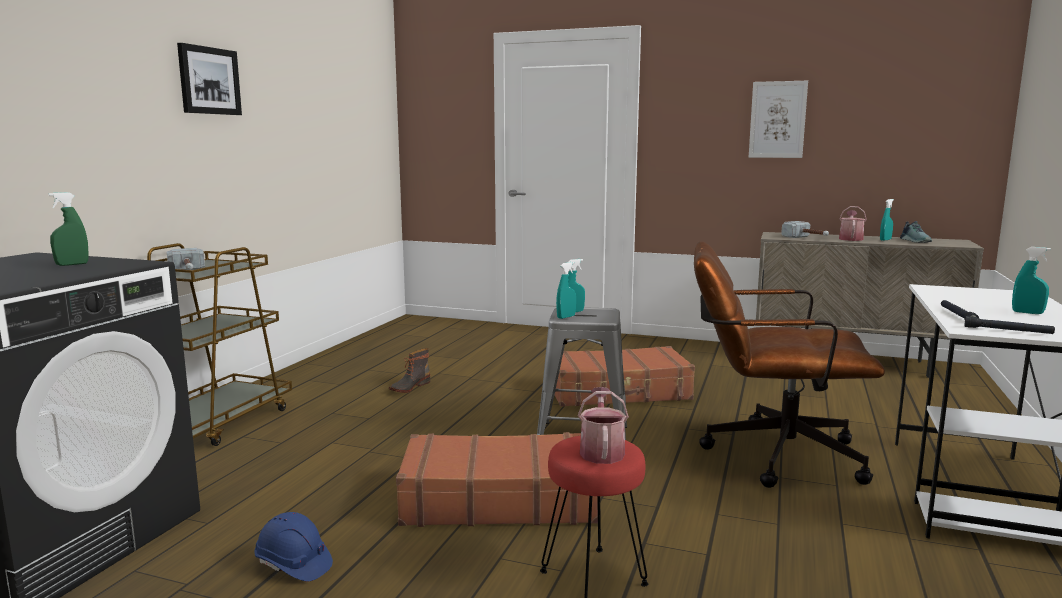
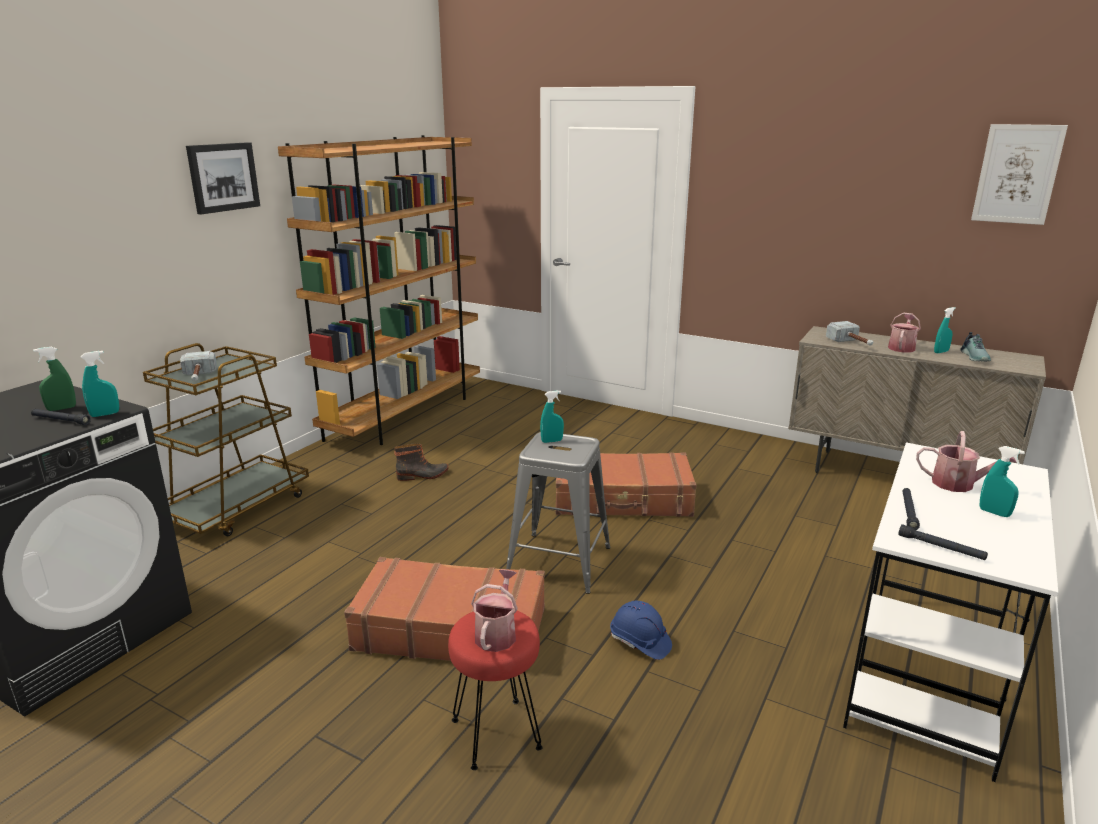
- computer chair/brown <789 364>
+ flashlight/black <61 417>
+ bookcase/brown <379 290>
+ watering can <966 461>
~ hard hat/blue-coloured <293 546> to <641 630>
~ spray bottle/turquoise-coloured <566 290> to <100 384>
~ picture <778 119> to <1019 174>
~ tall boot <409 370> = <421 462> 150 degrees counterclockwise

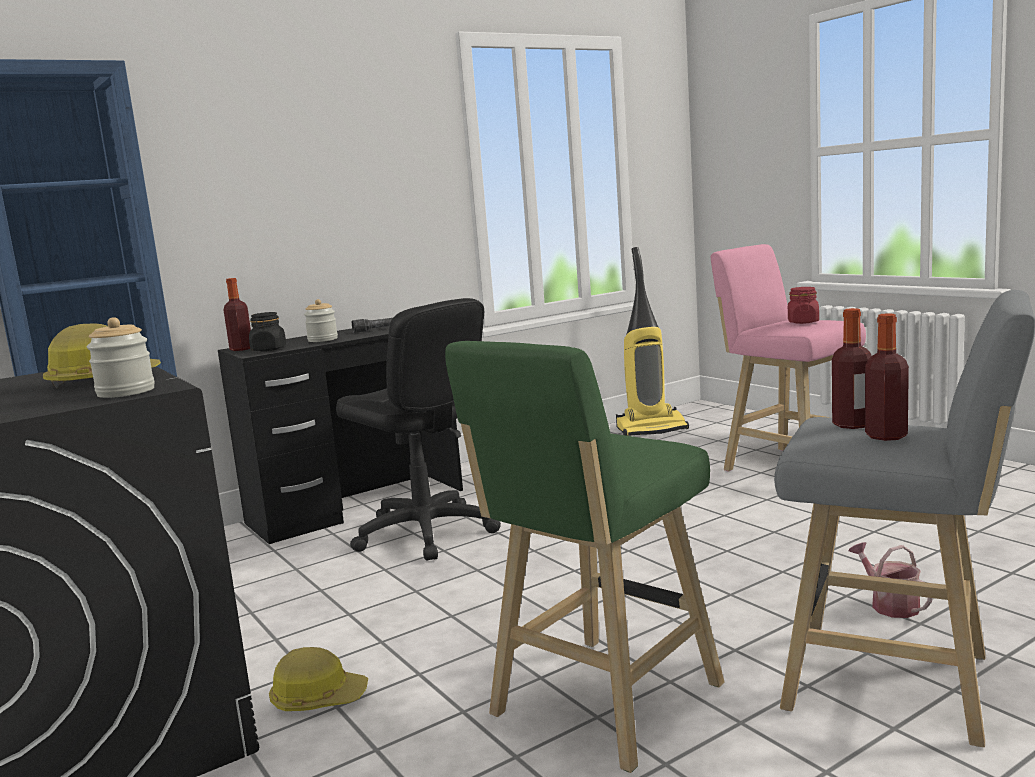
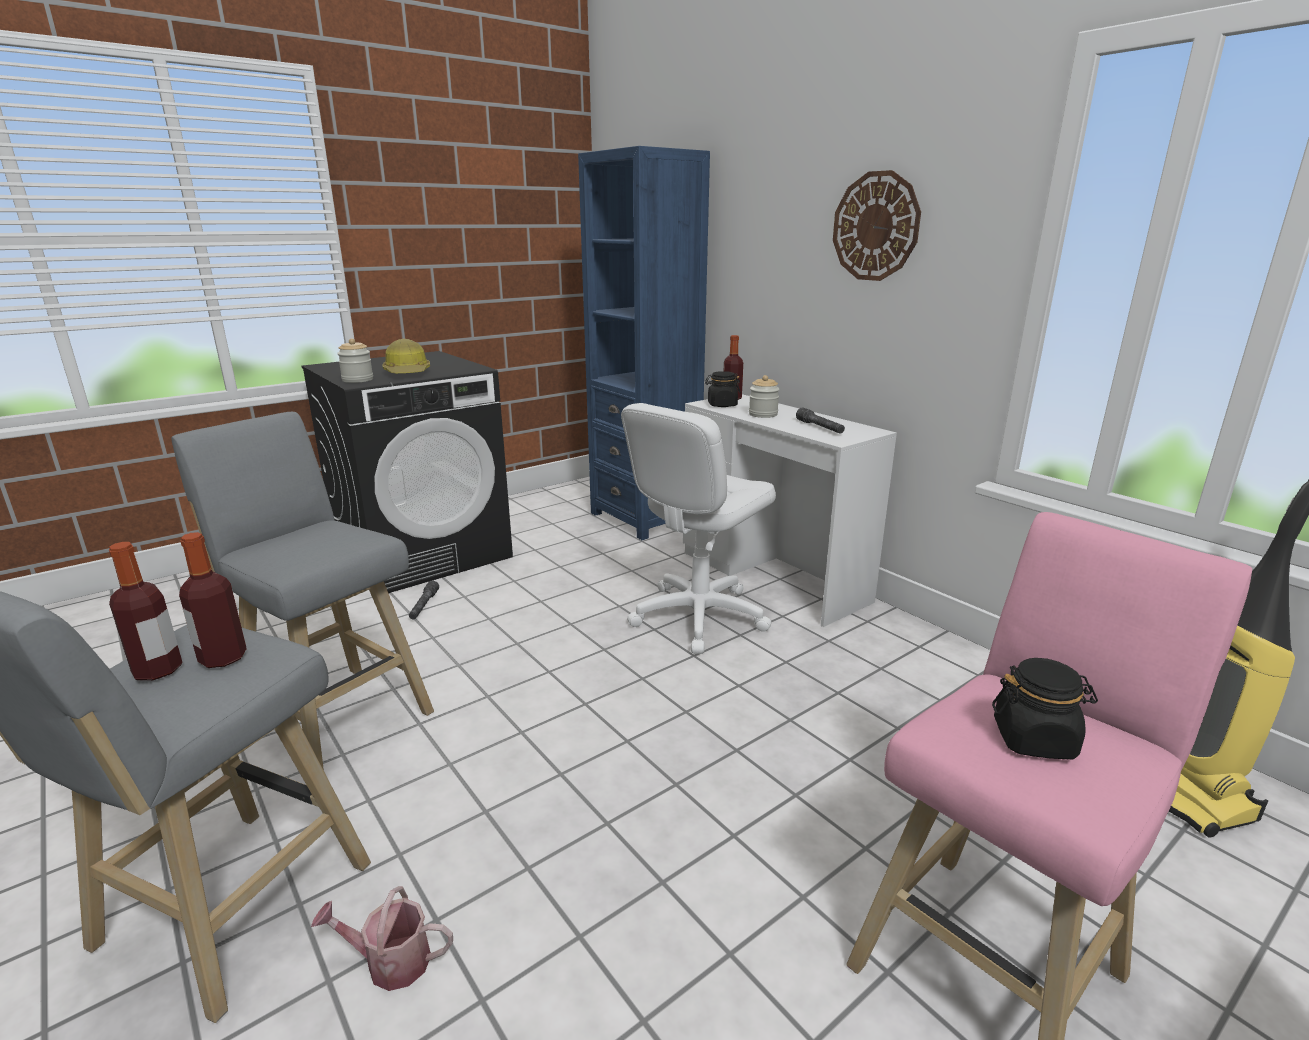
+ clock on the wall <877 225>
~ hard hat <318 679> to flashlight/greyish <424 600>
~ desk table/black <340 435> to desk table/whitish <790 510>
~ computer chair/black <418 429> to computer chair/whitish <698 528>
~ sitting stool/green <584 557> to sitting stool/greyish <302 591>
~ preserve jar/red-coloured <803 305> to preserve jar/black <1045 708>
~ watering can <890 580> = <382 938> 150 degrees counterclockwise

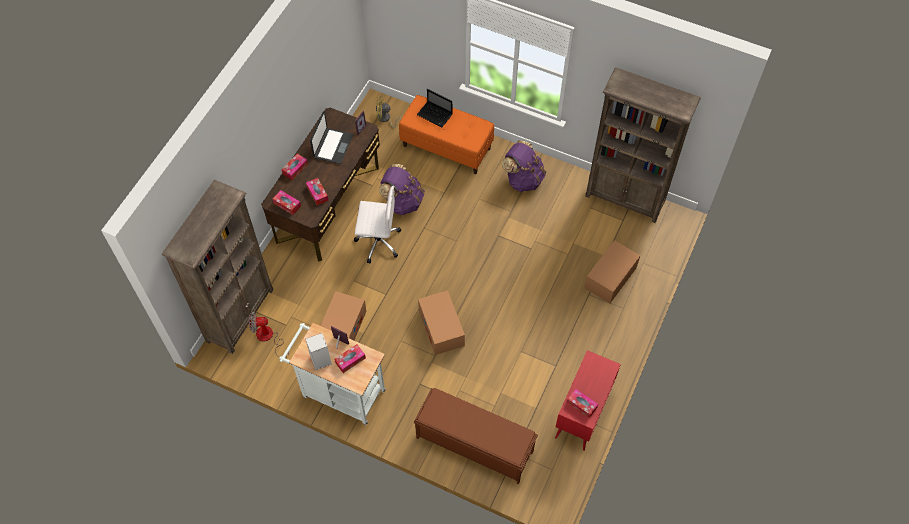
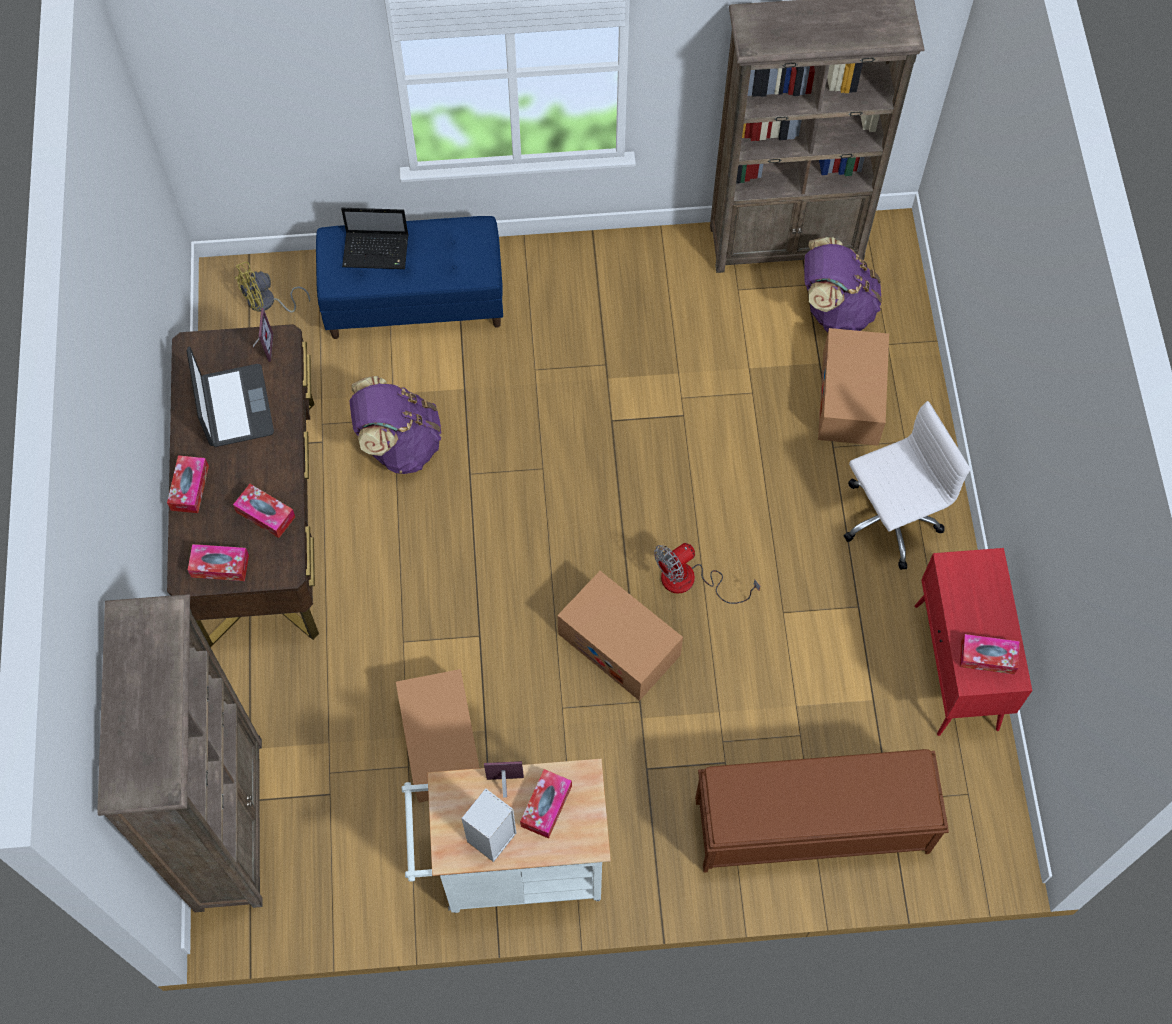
~ electric fan <269 335> to <707 573>
~ computer chair/whitish <377 225> to <907 485>
~ backpack/purplish <524 166> to <843 284>
~ long seat/orange-coloured <446 134> to long seat/blue-coloured <409 277>

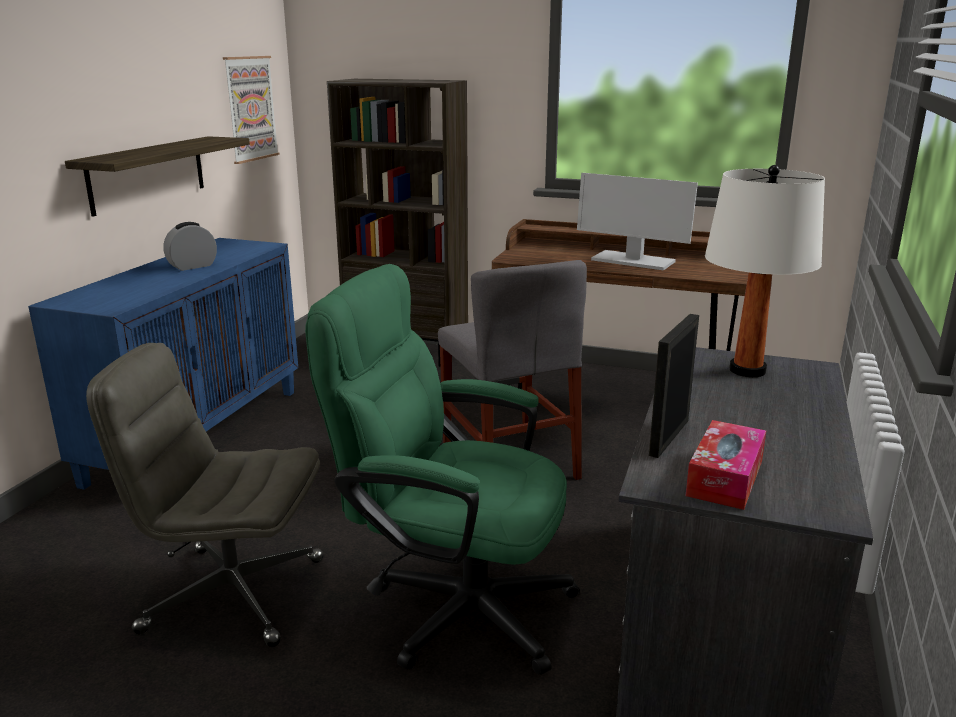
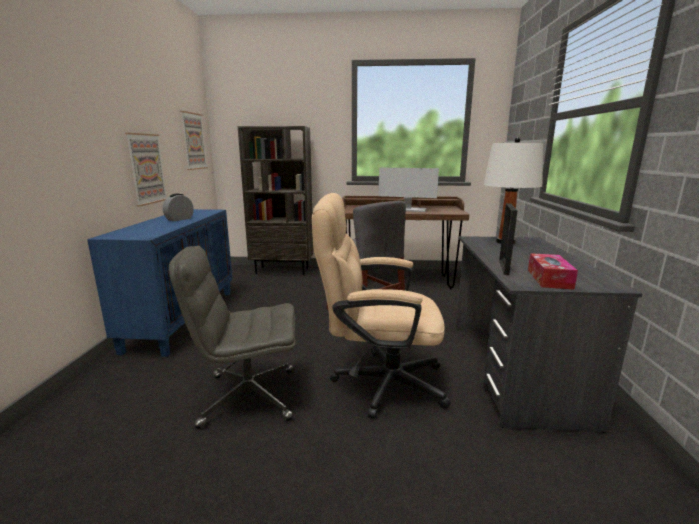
~ shelf <157 176> to picture <145 169>
~ computer chair/green <442 469> to computer chair/beige-coloured <381 306>

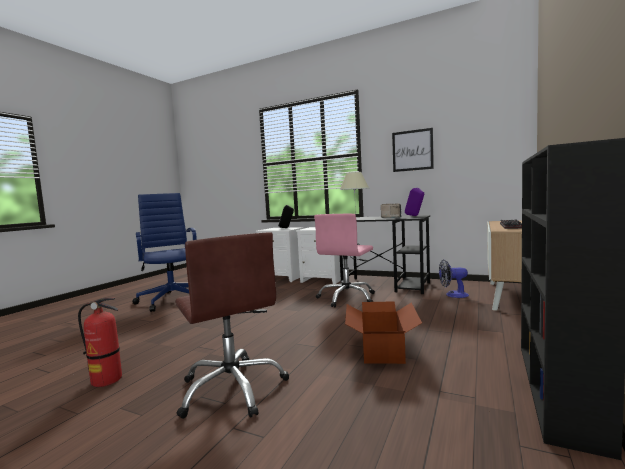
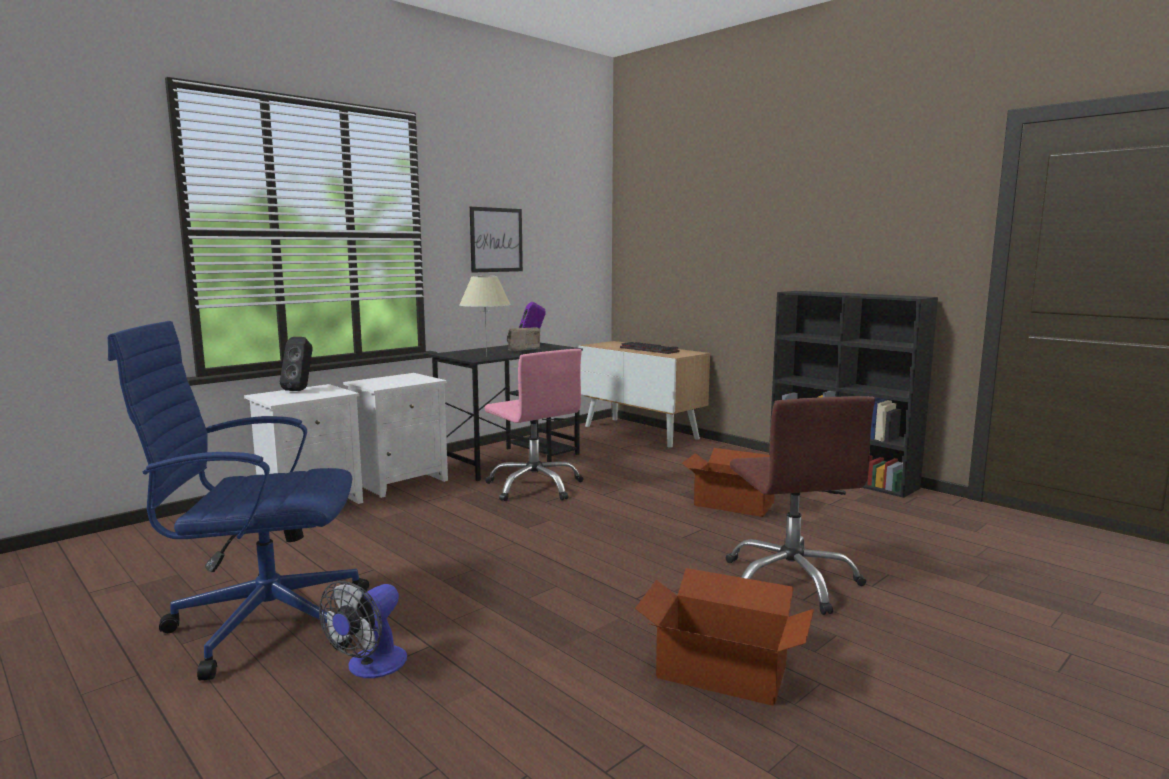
~ electric fan <454 278> to <363 629>
~ fire-fighting cylinder <100 342> to packing box <724 637>
~ computer chair/brown <232 325> = <800 505> 90 degrees clockwise

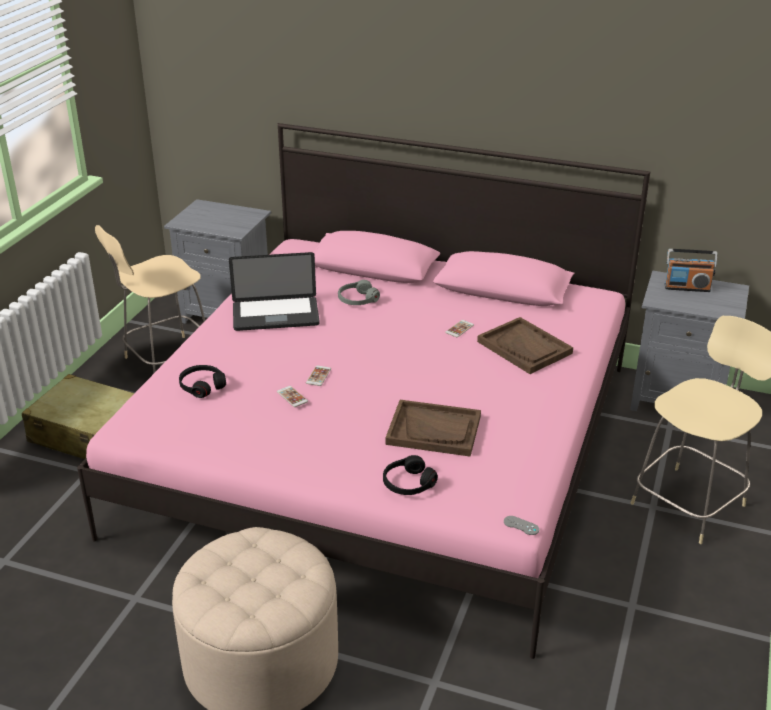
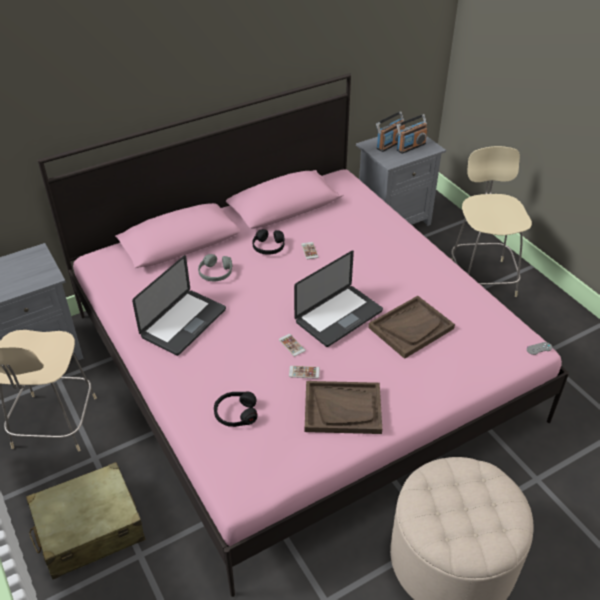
+ laptop <338 299>
+ radio set <412 134>
~ pair of headphones/black <410 475> to <269 242>
~ serving tray/brown <525 345> to <343 407>

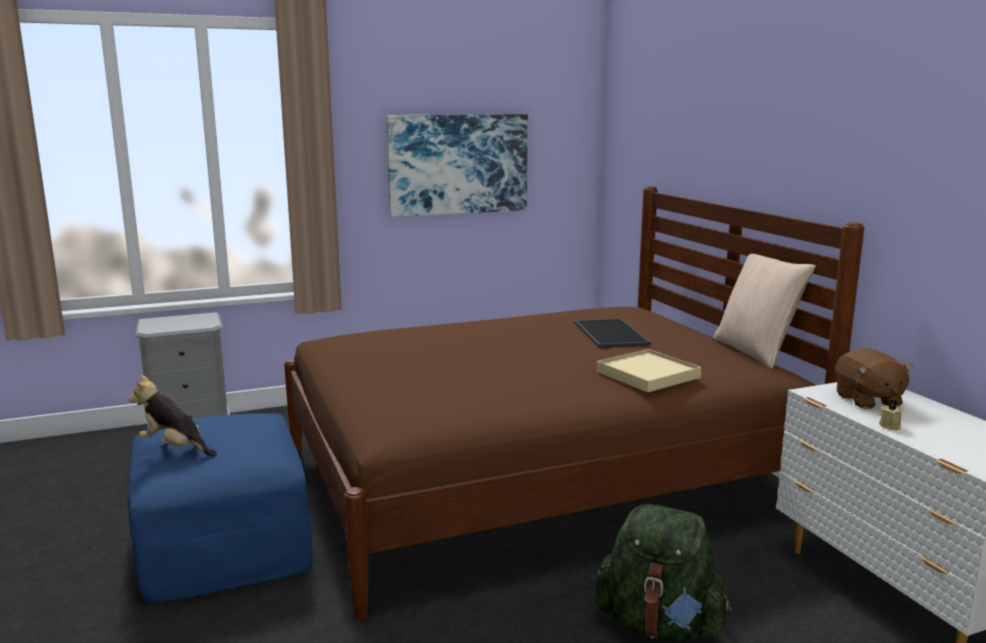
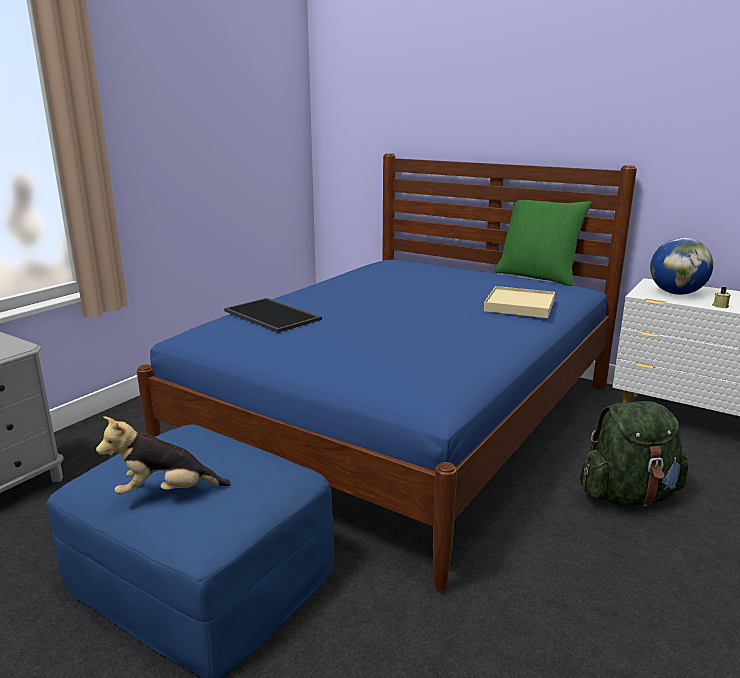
- picture <457 165>
~ serving tray <613 333> to <273 315>
~ plush toy/brown <874 378> to world globe <681 266>
~ bed/brown <574 403> to bed/blue-coloured <387 372>
~ throw pillow/beige-coloured <765 311> to throw pillow/green <543 243>

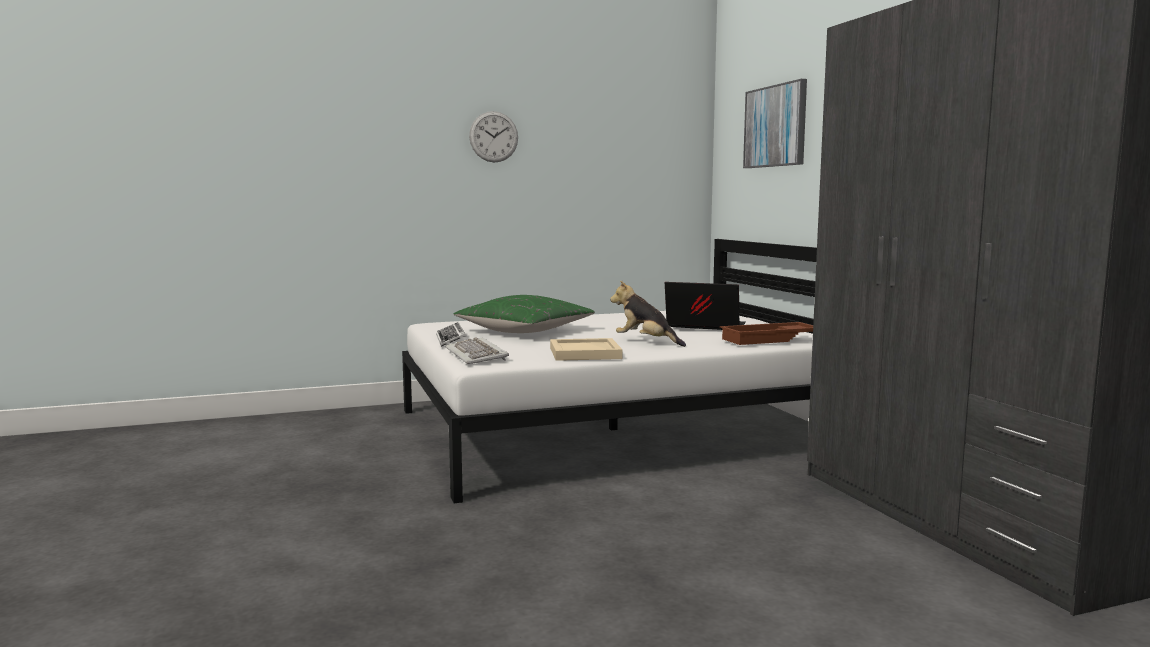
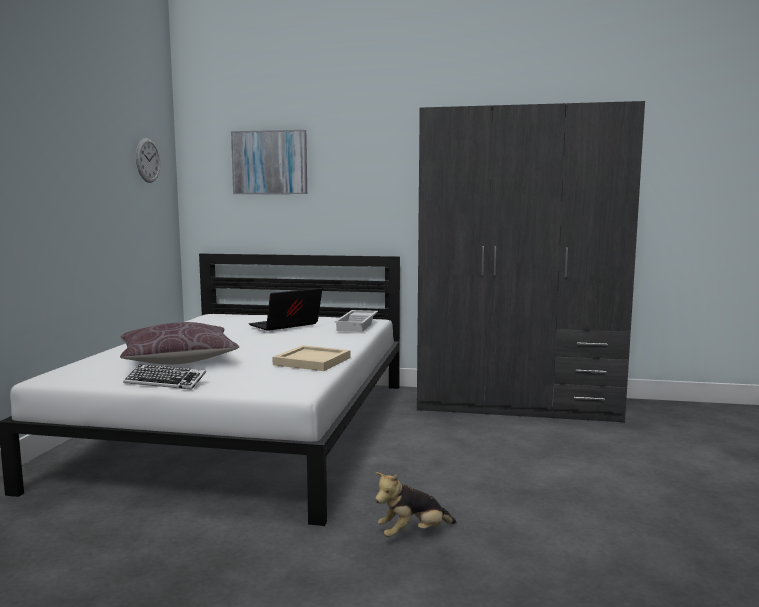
- PC keyboard <477 350>
~ clock on the wall <493 136> to <148 160>
~ plush toy <648 314> to <416 504>
~ throw pillow/green <524 314> to throw pillow/brown <179 343>
~ serving tray/brown <766 333> to serving tray/whitish <356 321>

